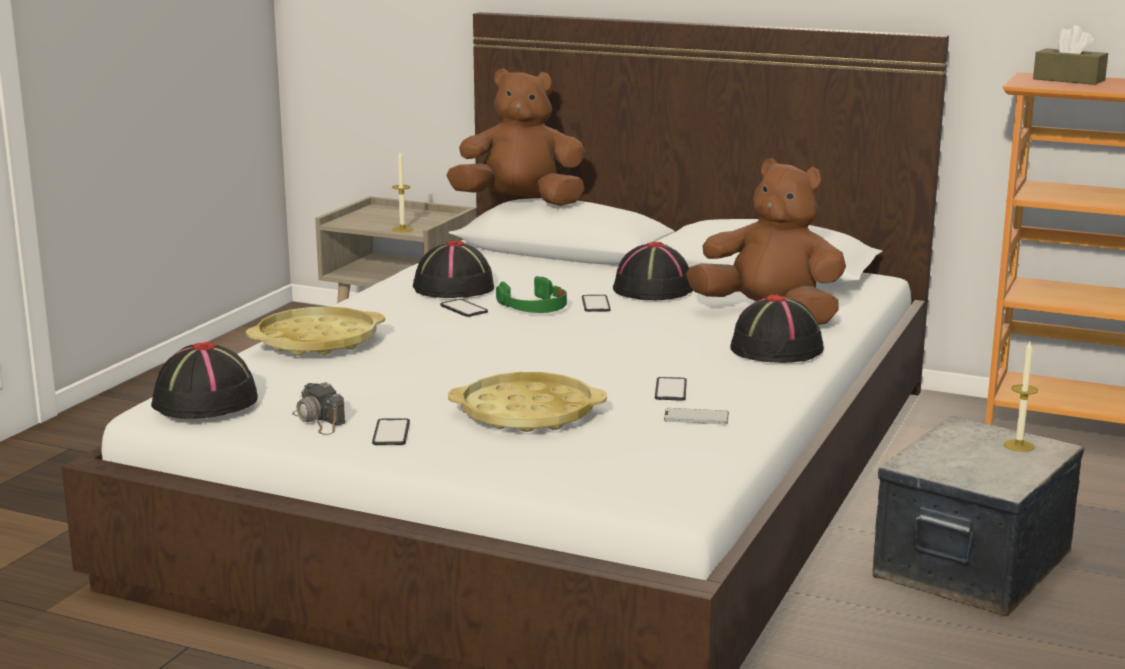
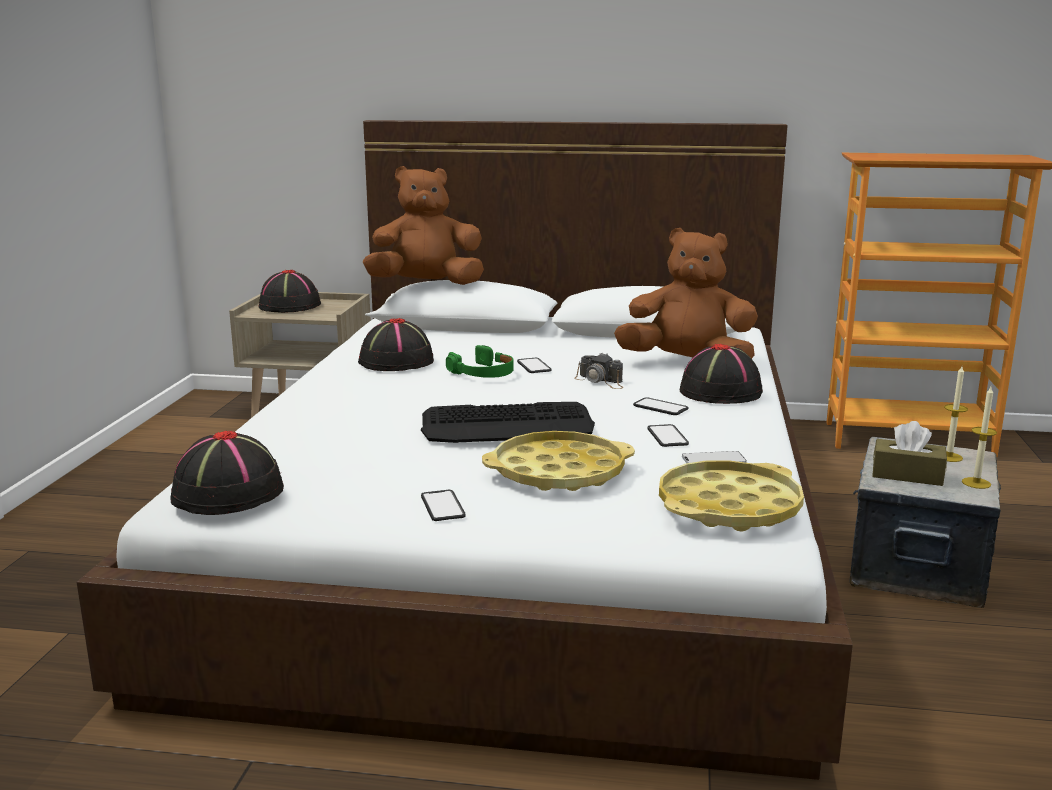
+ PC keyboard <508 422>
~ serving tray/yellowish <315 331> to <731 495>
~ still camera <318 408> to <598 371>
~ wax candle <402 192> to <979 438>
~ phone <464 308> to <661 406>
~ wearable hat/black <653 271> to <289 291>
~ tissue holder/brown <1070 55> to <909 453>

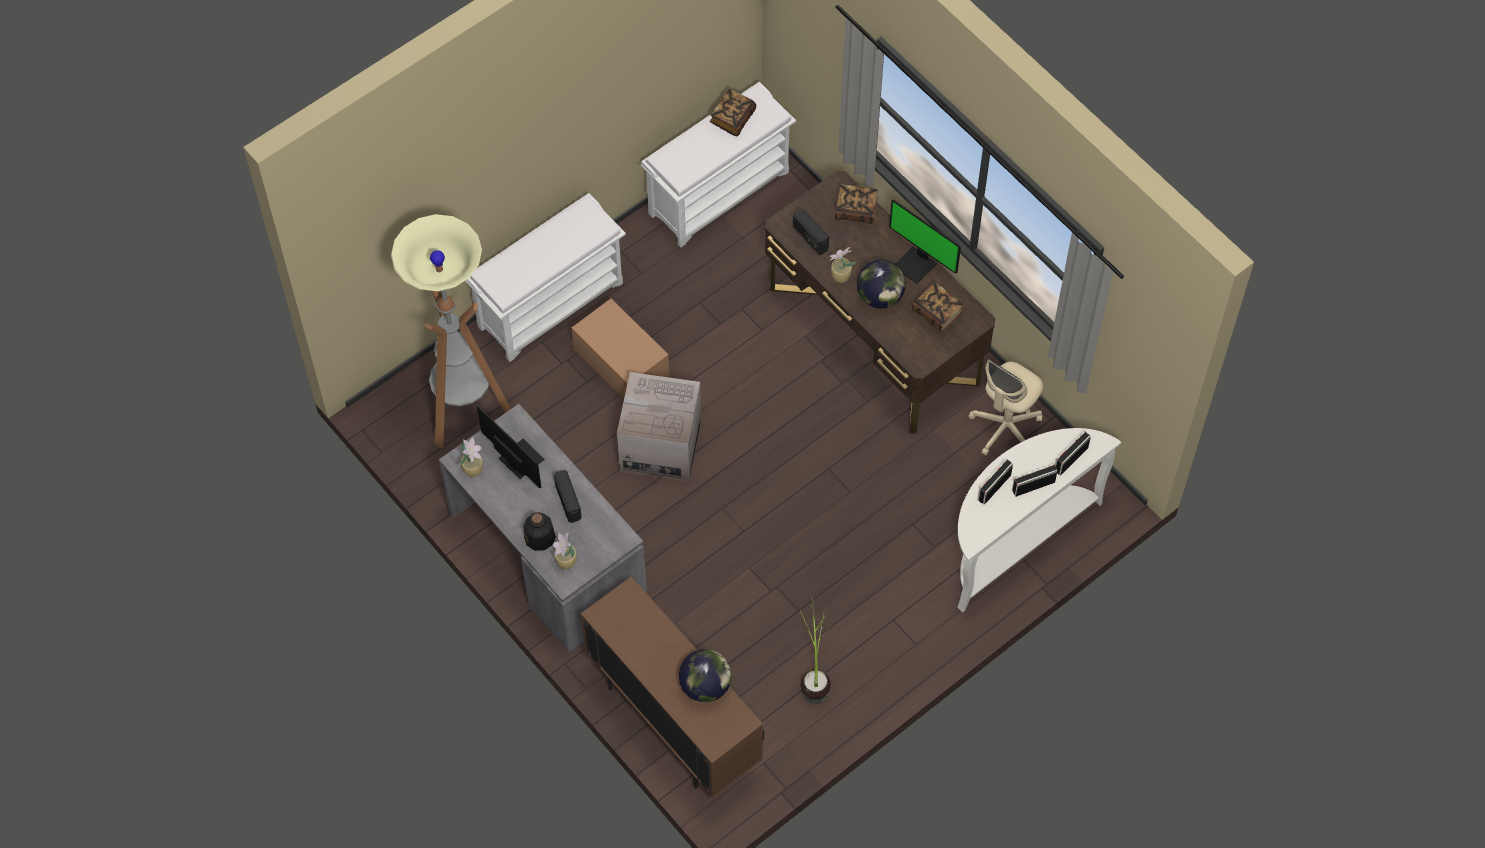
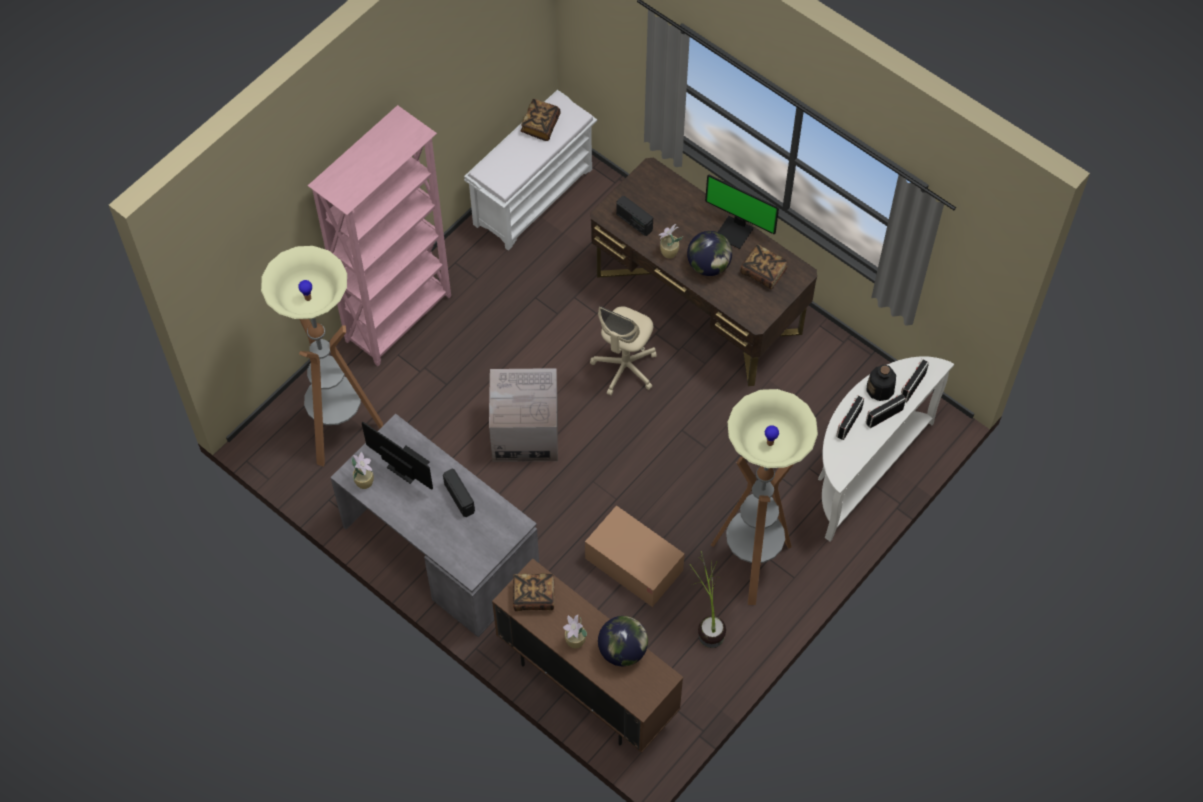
+ standard lamp <764 497>
~ beverage bottle <540 531> to <881 382>
~ potted plant <565 550> to <575 631>
~ packing box <620 349> to <635 556>
~ book <856 204> to <533 592>
~ computer chair/beige-coloured <1006 407> to <623 351>
~ long seat/whitish <545 277> to bookcase/pinkish <379 235>

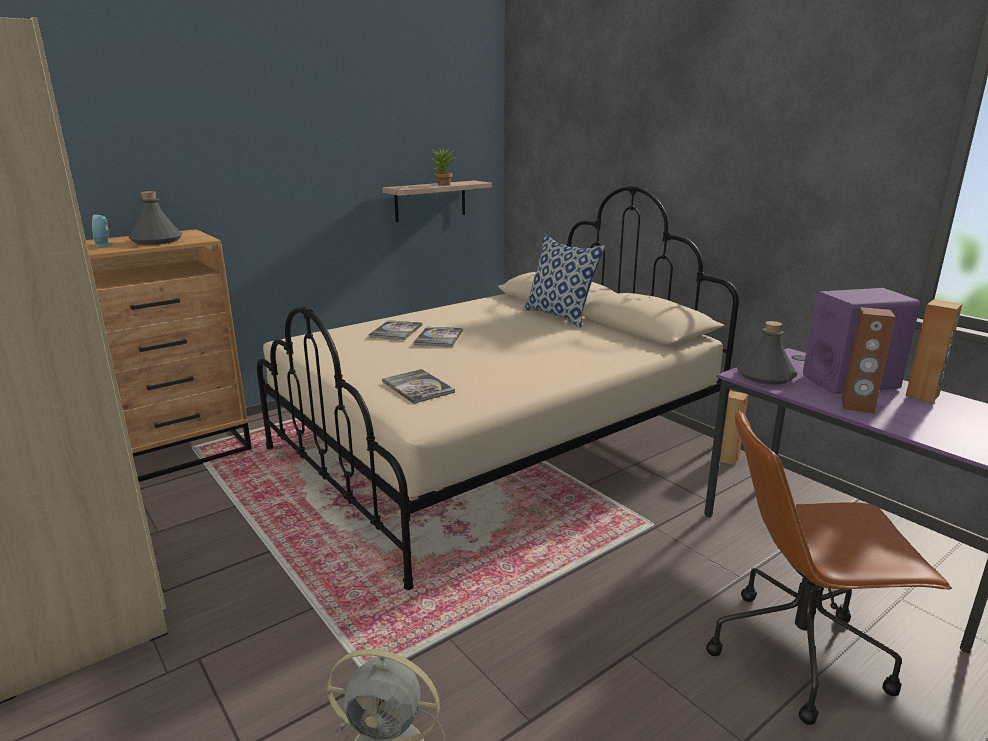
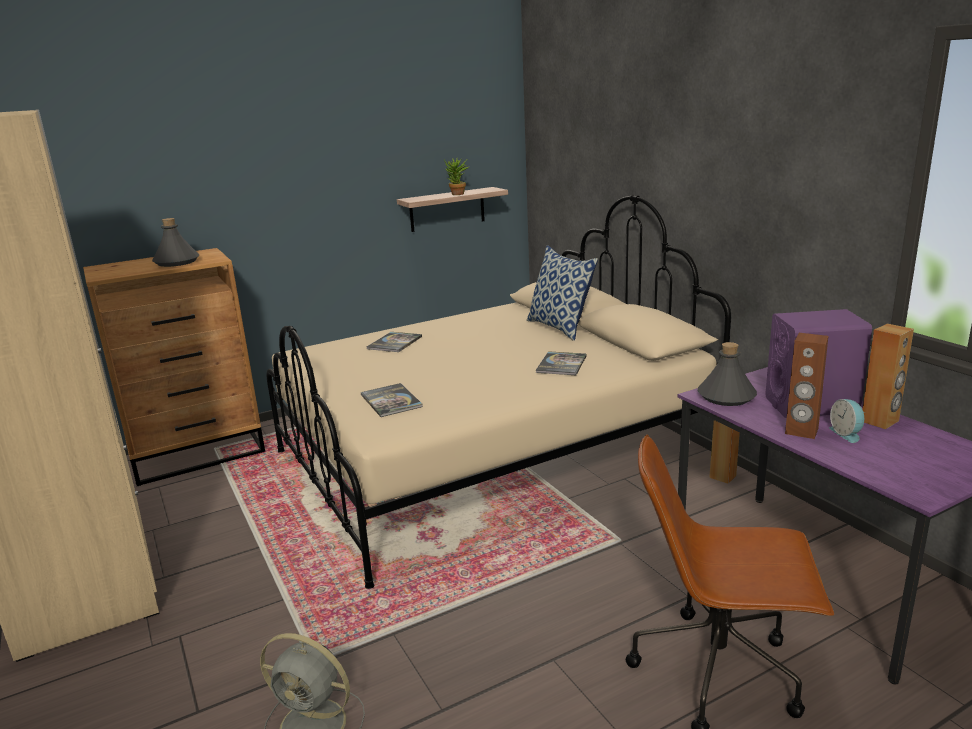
~ table clock <102 231> to <847 421>
~ book <438 337> to <561 363>

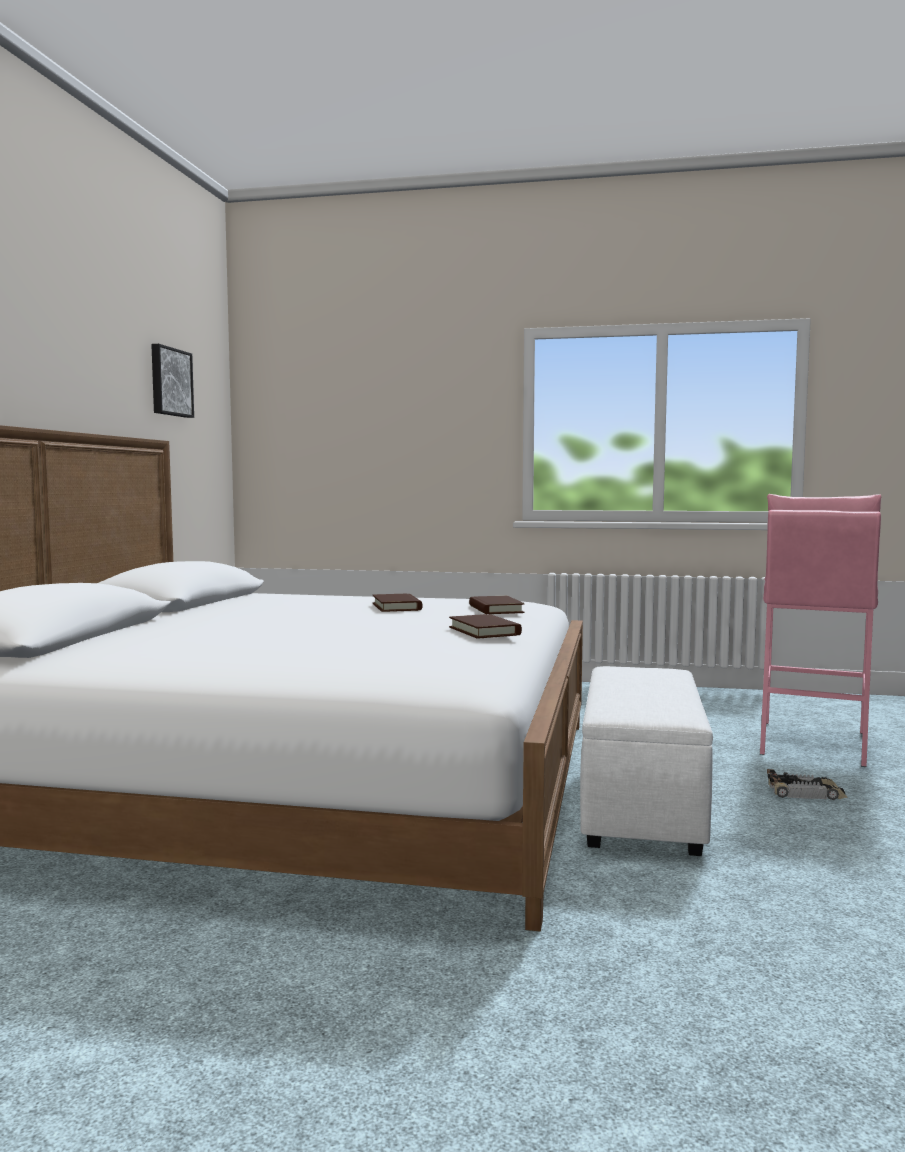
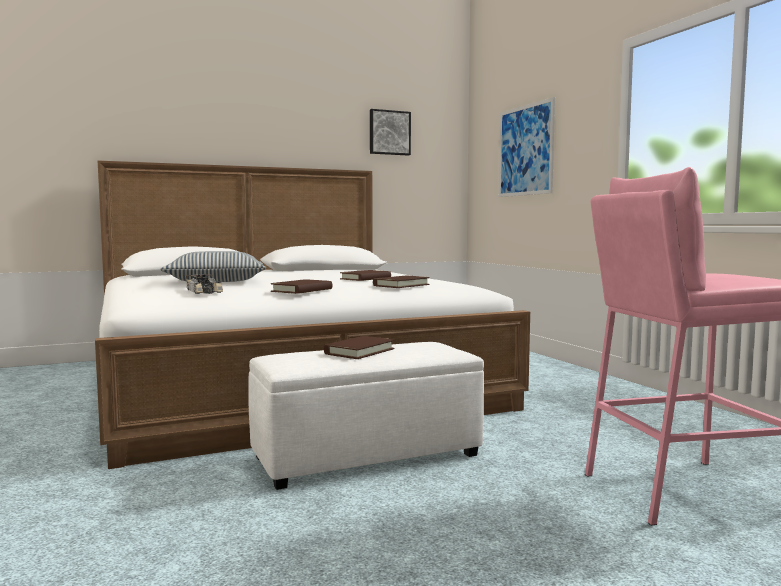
+ throw pillow <213 266>
+ book/brown <359 347>
+ picture <527 147>
~ model car <807 784> to <204 284>

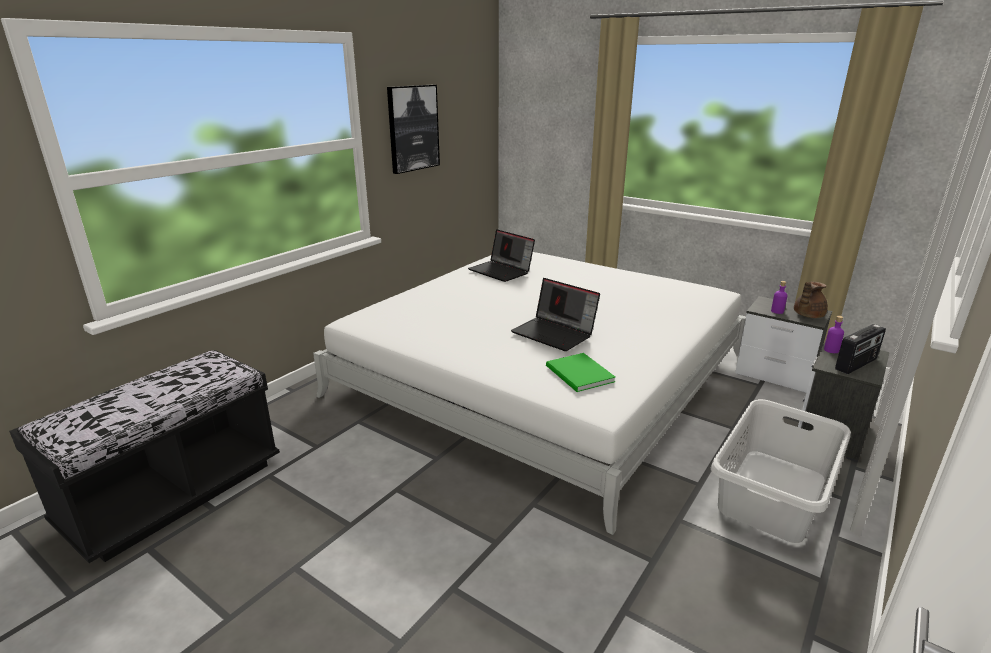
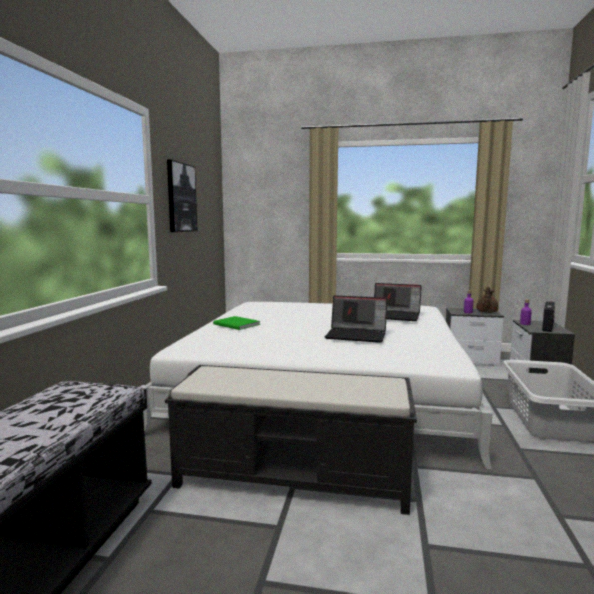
+ long seat/black <291 440>
~ laptop <501 255> to <398 302>
~ book/green <580 372> to <236 323>

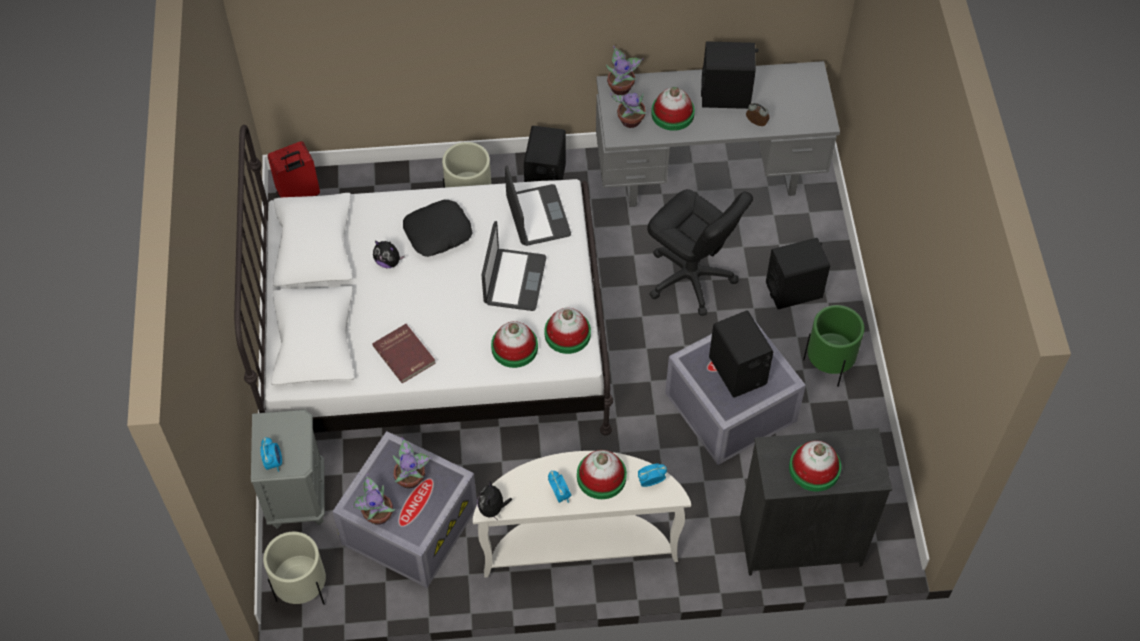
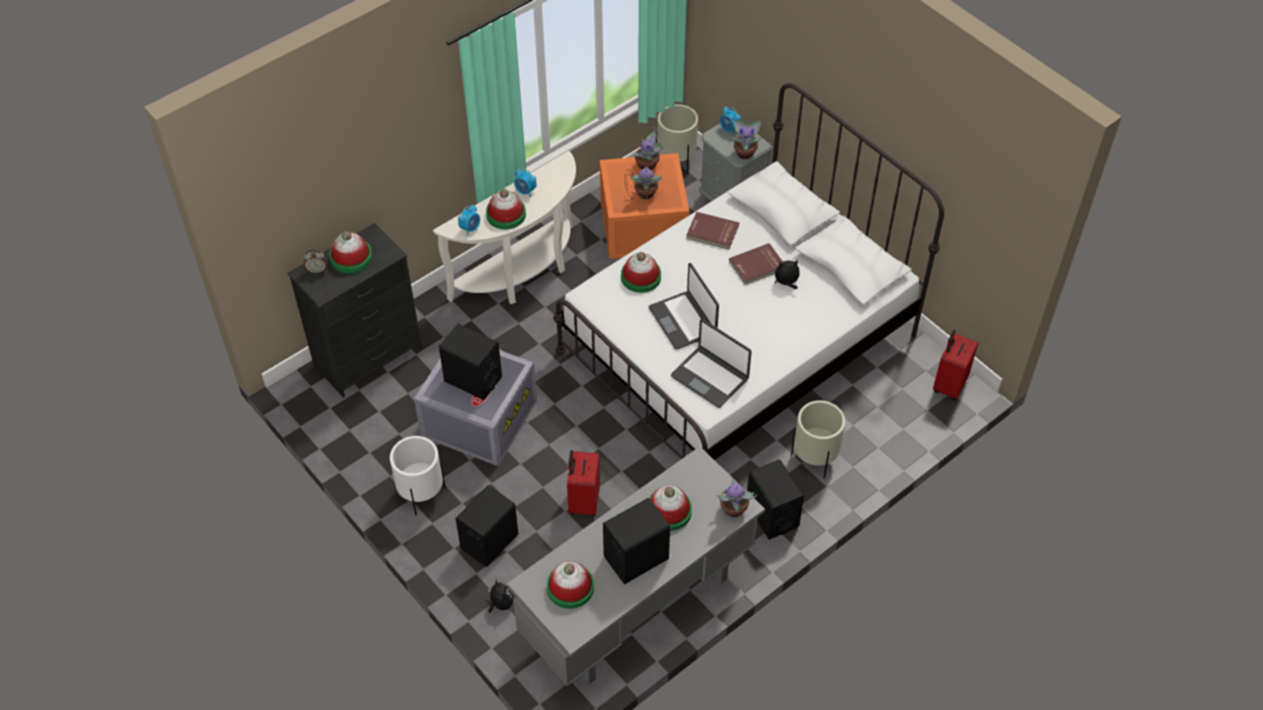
- throw pillow/black <438 228>
+ book/red-coloured <756 264>
~ plush toy <494 501> to <500 596>
~ wearable hat <567 331> to <570 585>
~ potted plant <628 110> to <747 138>
~ table clock <758 114> to <315 261>
~ computer chair/black <700 252> to travel case/red-coloured <583 483>
~ storage bin/greyish <404 509> to storage bin/orange-coloured <644 206>
~ flower pot/green <833 346> to flower pot/whitish <417 476>

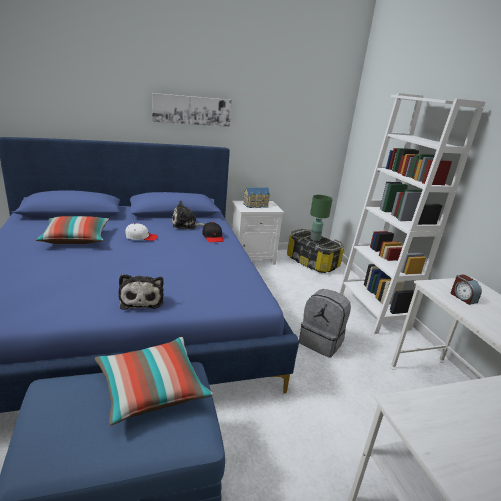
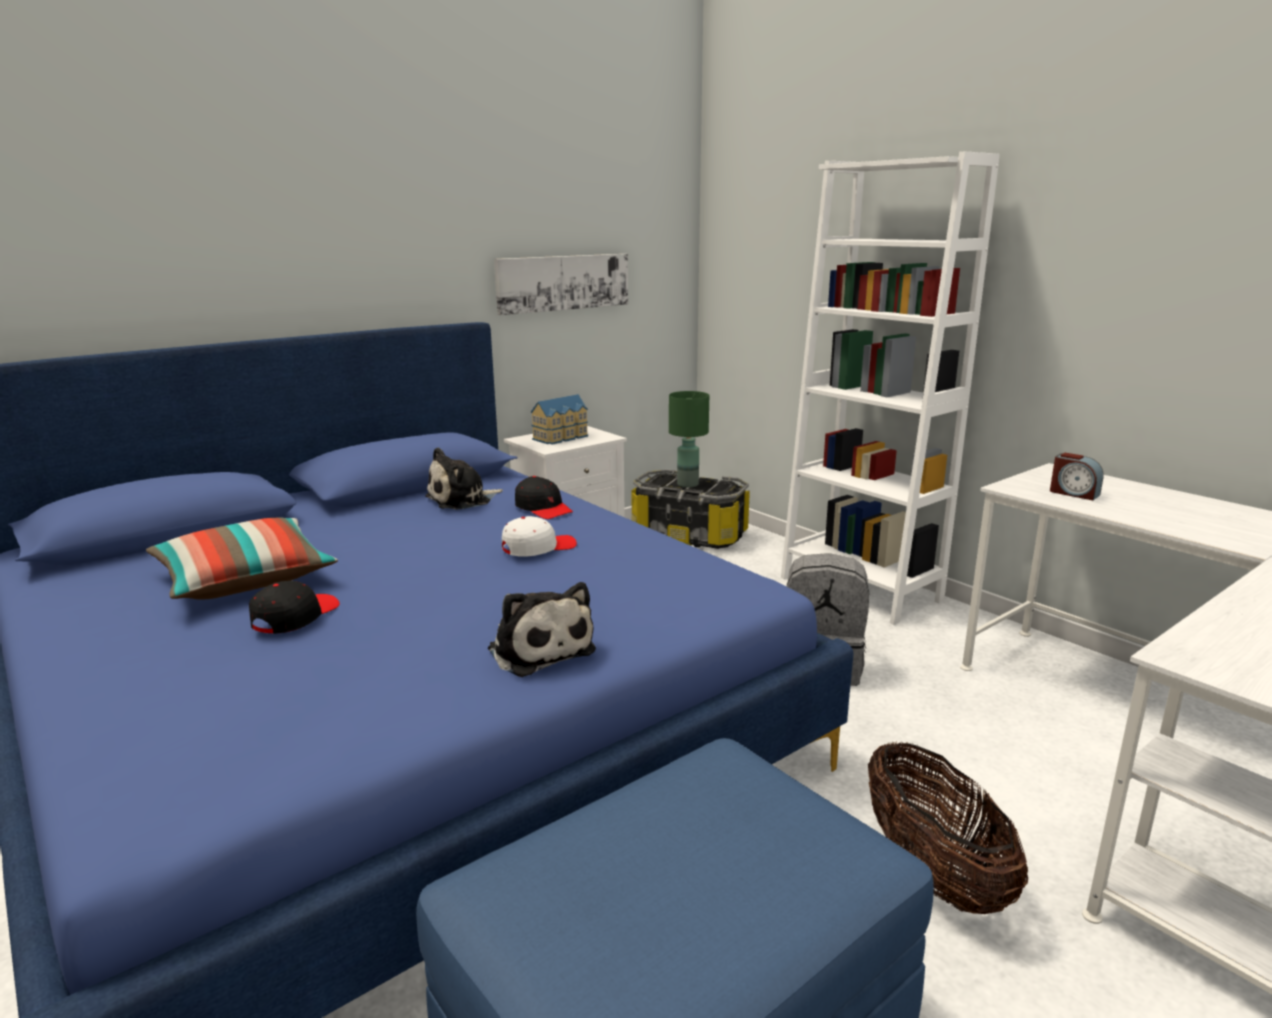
- throw pillow <153 381>
+ peaked cap/black <294 607>
+ basket <948 827>
~ peaked cap/whitish <141 232> to <539 536>
~ picture <192 110> to <561 284>

